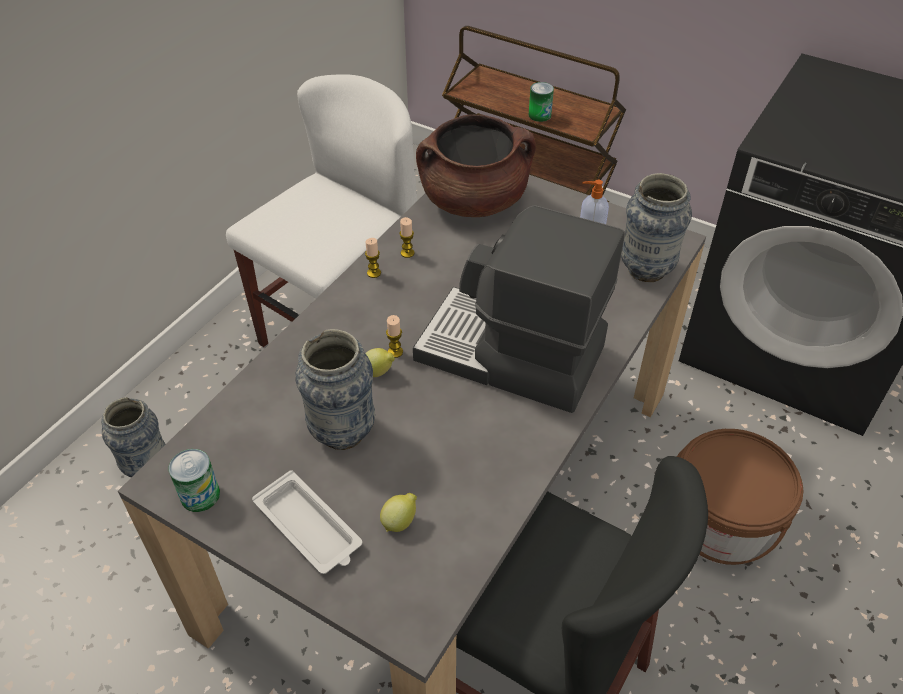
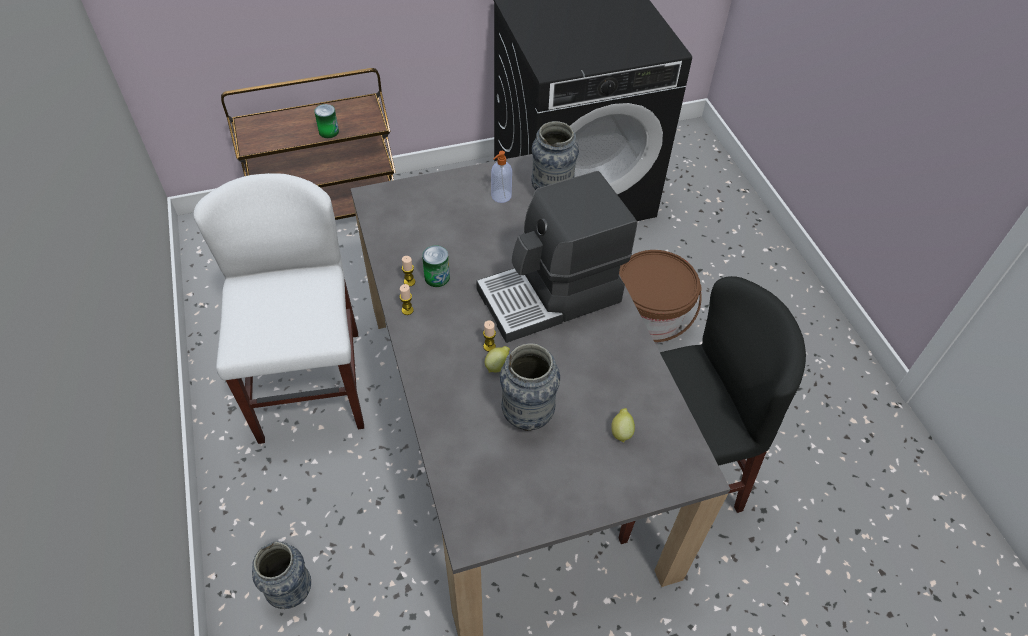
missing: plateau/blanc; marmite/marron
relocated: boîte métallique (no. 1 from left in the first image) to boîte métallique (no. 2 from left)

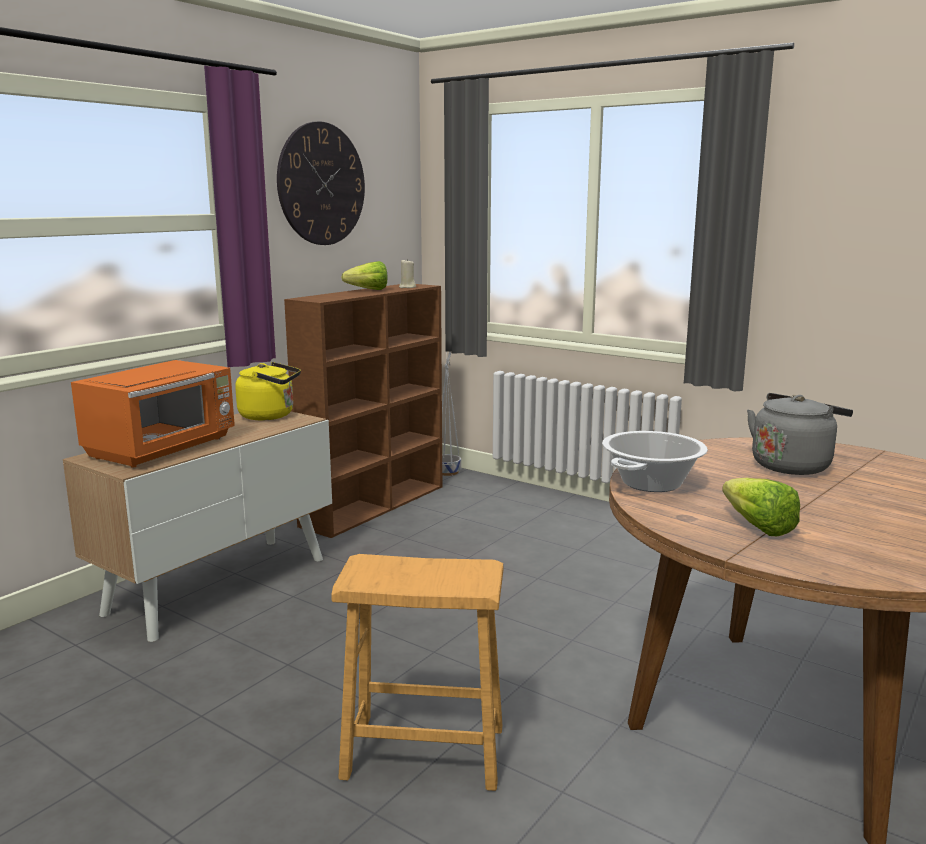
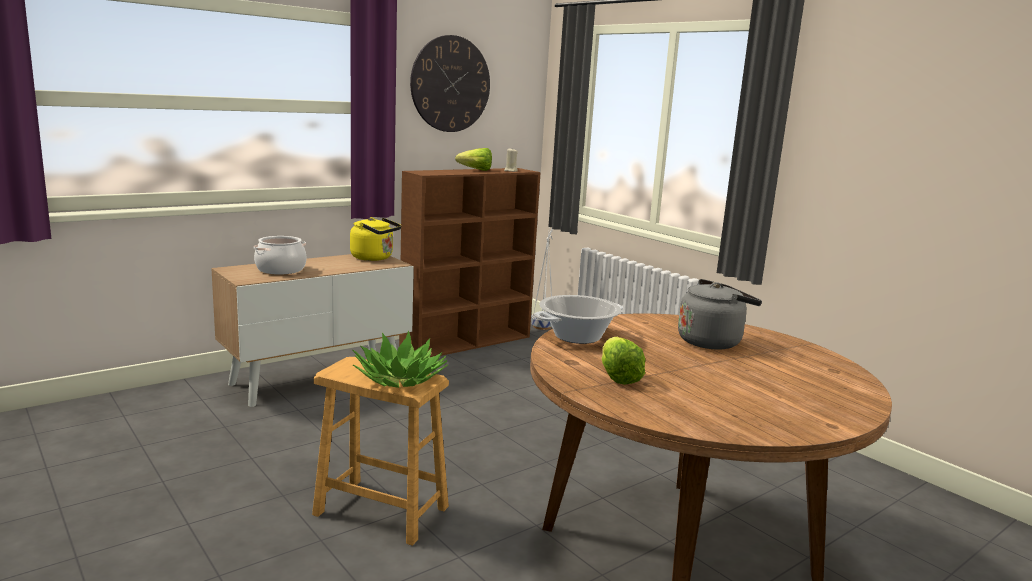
appeared: plante en pot
exchanged: micro-ondes/orange to marmite (no. 1 from left)

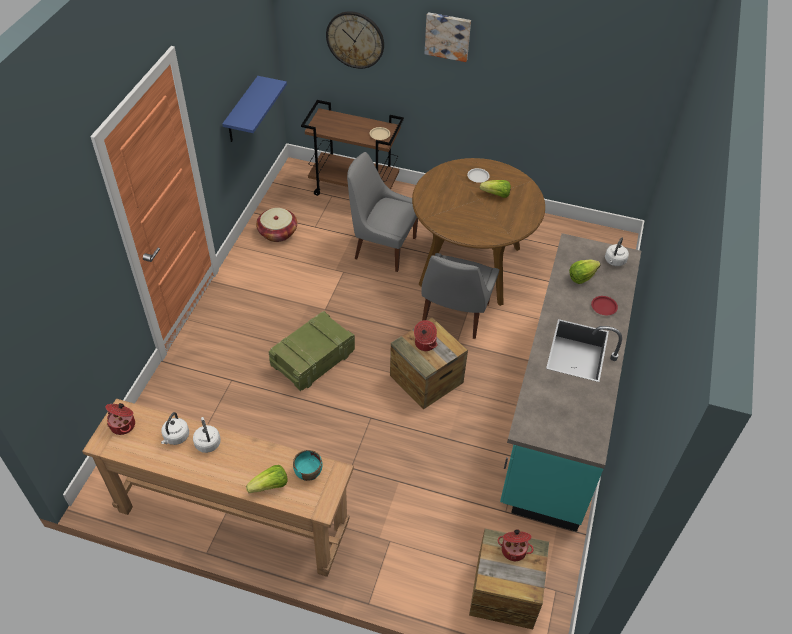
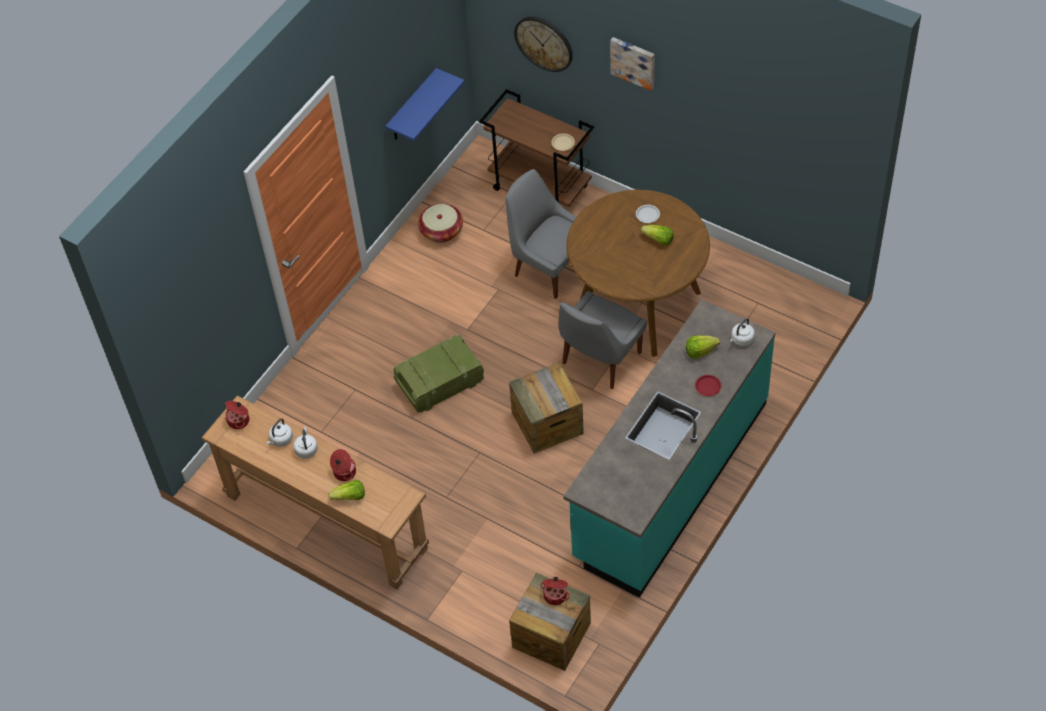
missing: bol/turquoise
relocated: marmite (no. 2 from left)

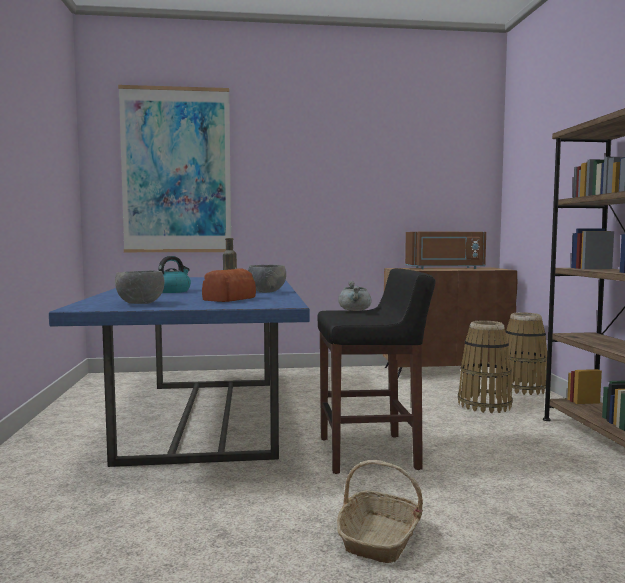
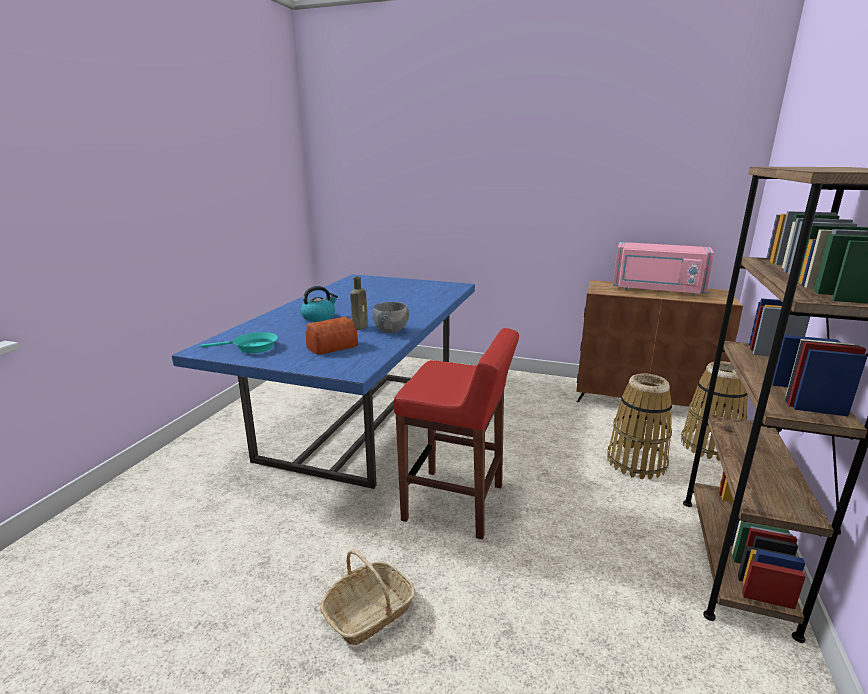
missing: tableau; marmite/gris
exchanged: bol/gris (no. 1 from left) to poêle/turquoise
colour: tabouret/noir to tabouret/rouge; micro-ondes/marron to micro-ondes/rose

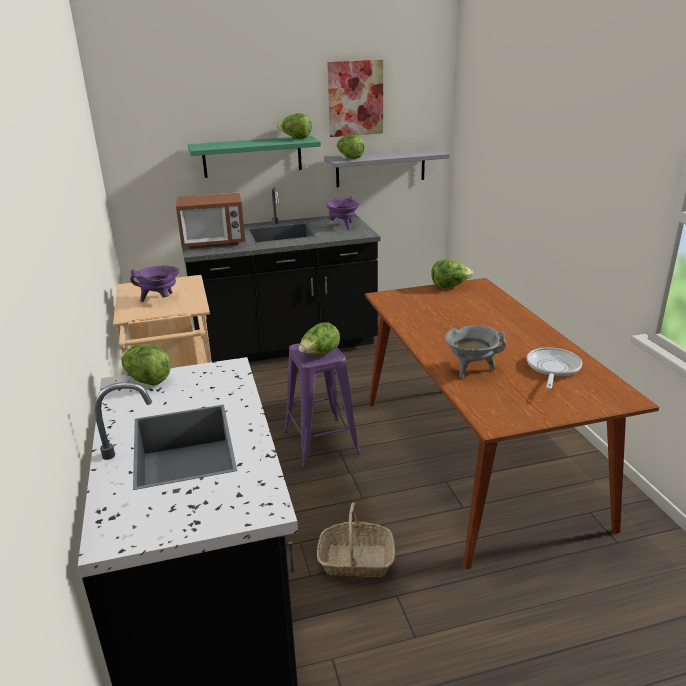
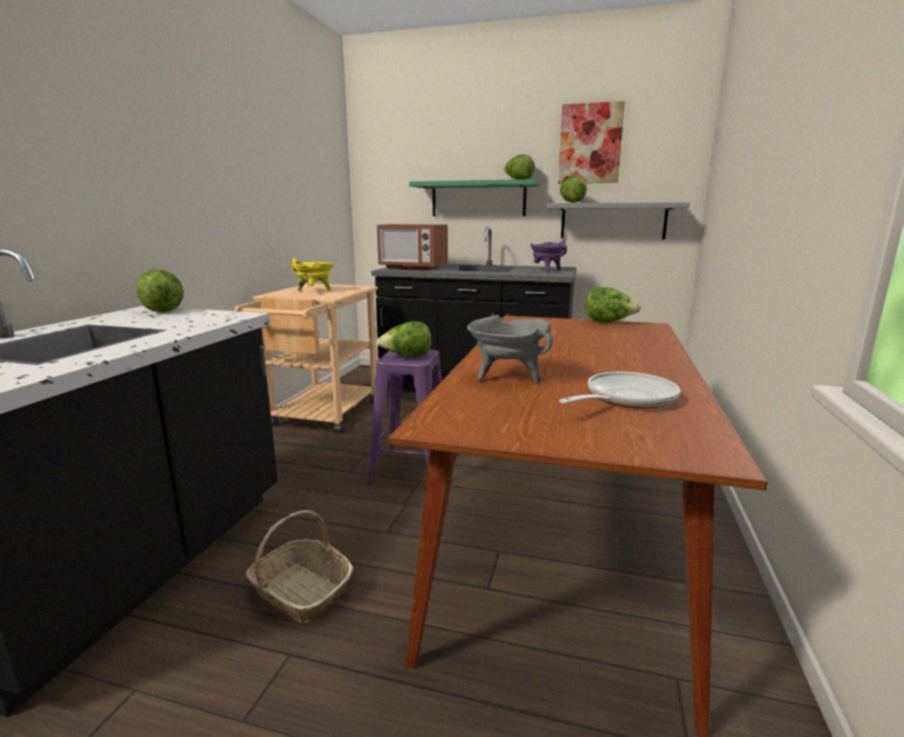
colour: marmite/violet (no. 1 from left) to marmite/jaune

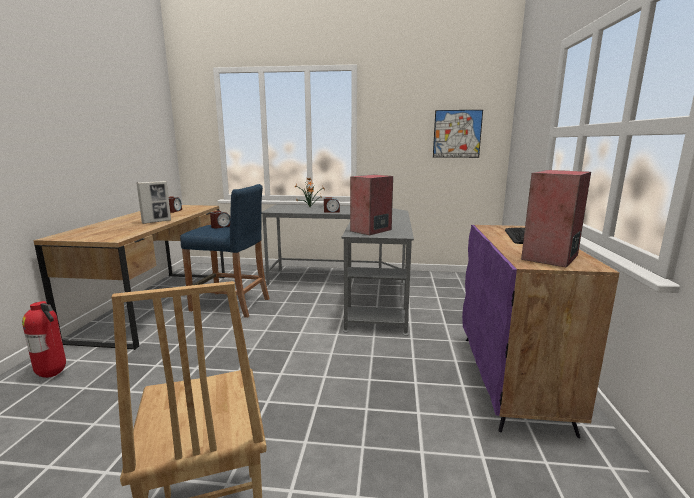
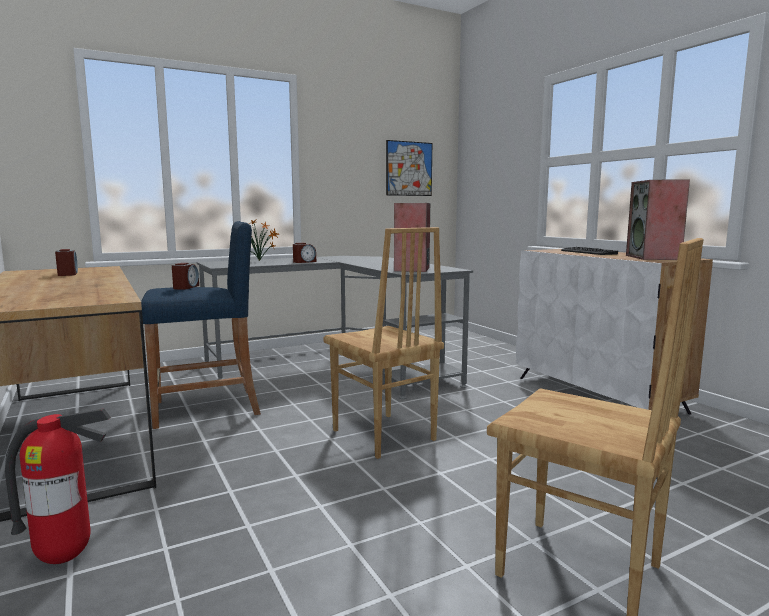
missing: cadre photo
appeared: chaise/marron (no. 1 from left)
colour: meuble de rangement/violet to meuble de rangement/blanc

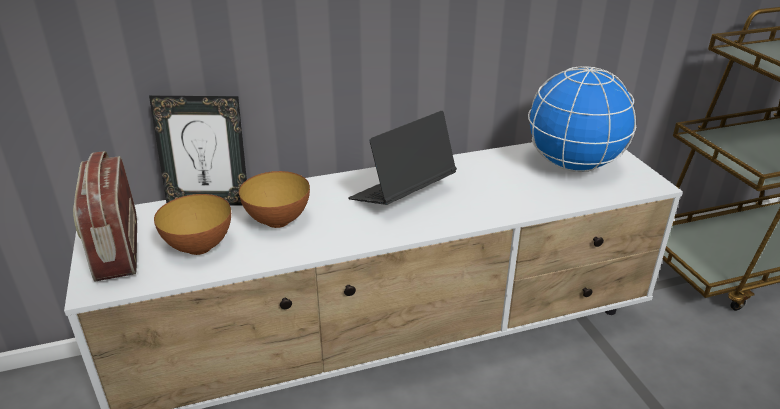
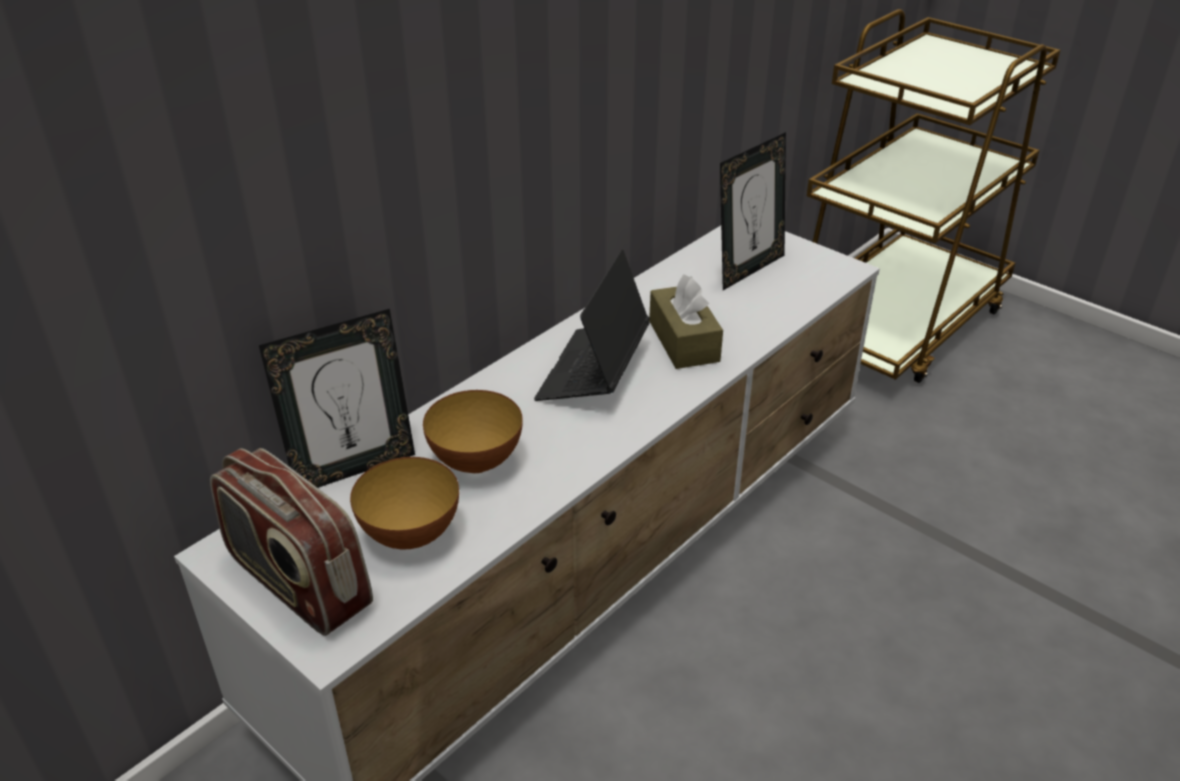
appeared: boîte à mouchoirs/marron
exchanged: globe to cadre photo (no. 2 from left)

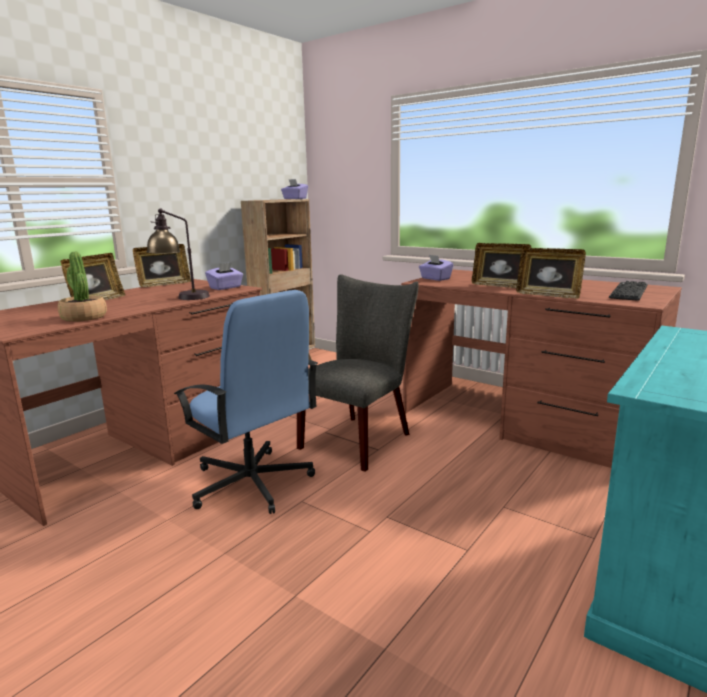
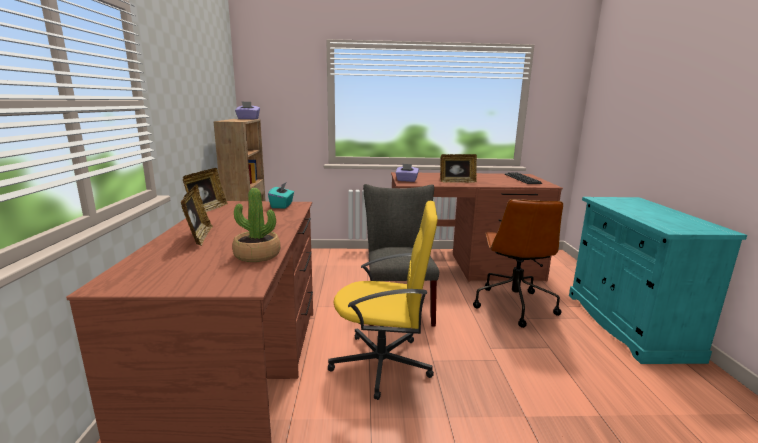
missing: lampe de table; cadre photo (no. 4 from left)
appeared: chaise de bureau/marron
colour: chaise de bureau/bleu to chaise de bureau/jaune; boîte à mouchoirs/violet (no. 1 from left) to boîte à mouchoirs/turquoise

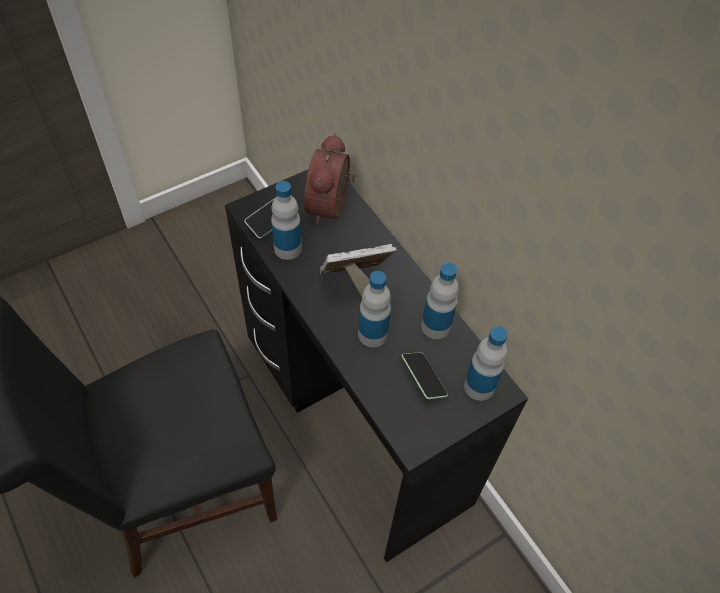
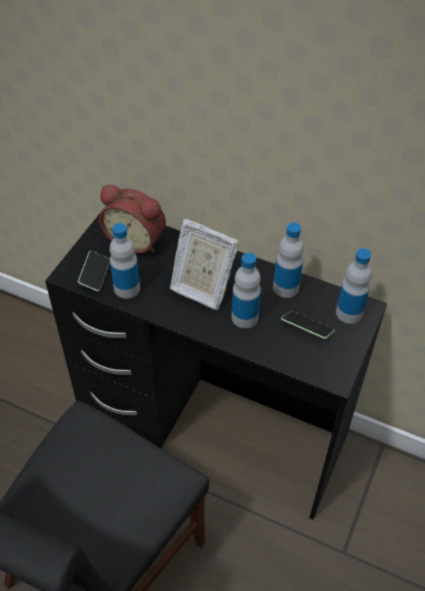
spun: réveil 45 degrees counterclockwise; cadre photo 105 degrees counterclockwise

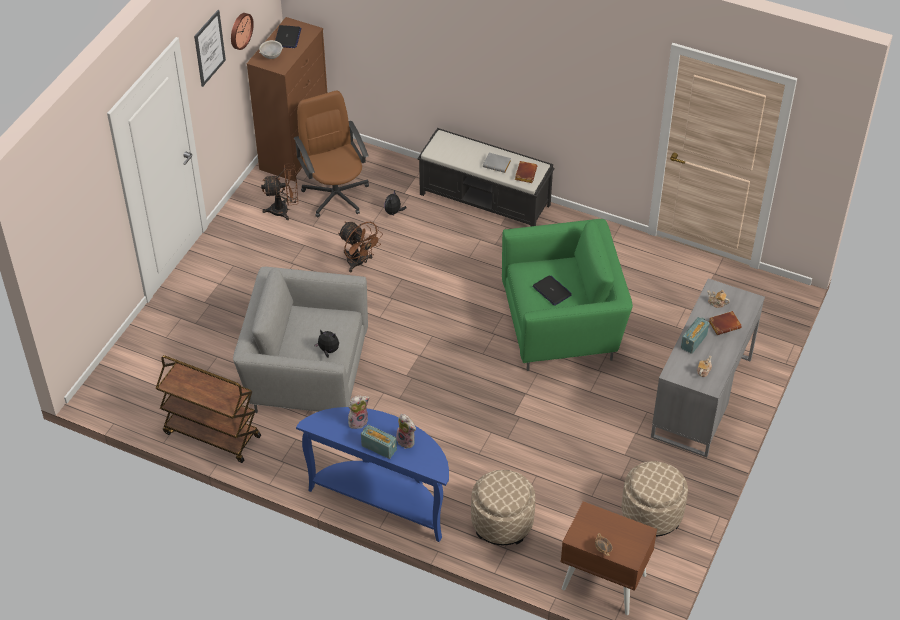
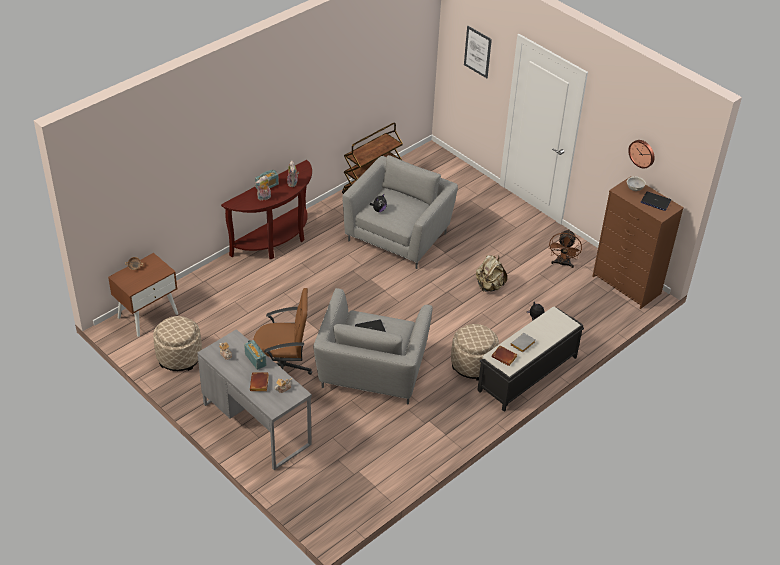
relocated: tableau; chaise de bureau/marron; pouf/beige (no. 1 from left in the first image) to pouf/beige (no. 2 from left)
exchanged: ventilateur/marron (no. 2 from left) to sac à dos/beige
colour: table console/bleu to table console/marron; fauteuil/vert to fauteuil/gris (no. 1 from left)

